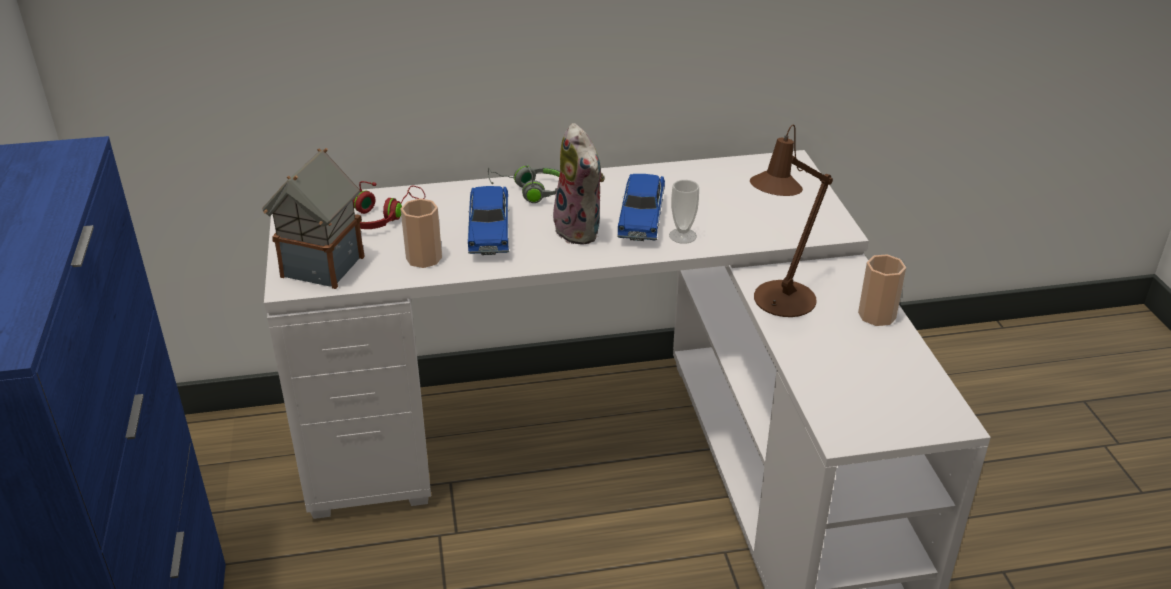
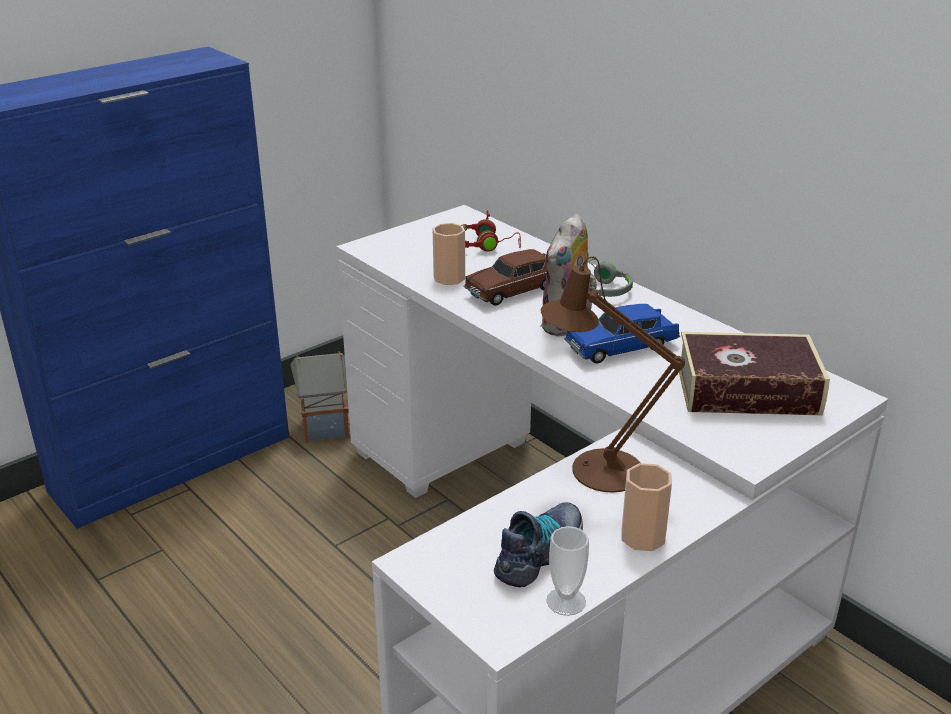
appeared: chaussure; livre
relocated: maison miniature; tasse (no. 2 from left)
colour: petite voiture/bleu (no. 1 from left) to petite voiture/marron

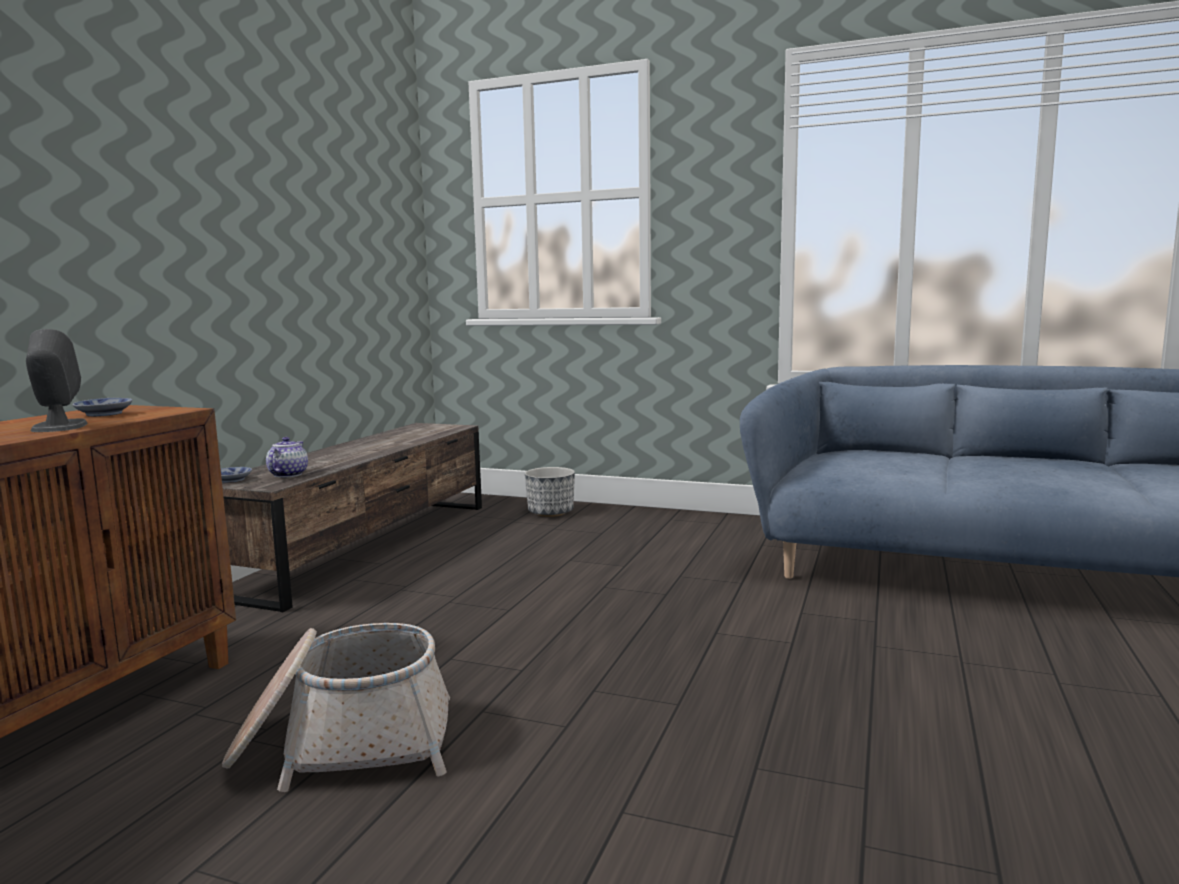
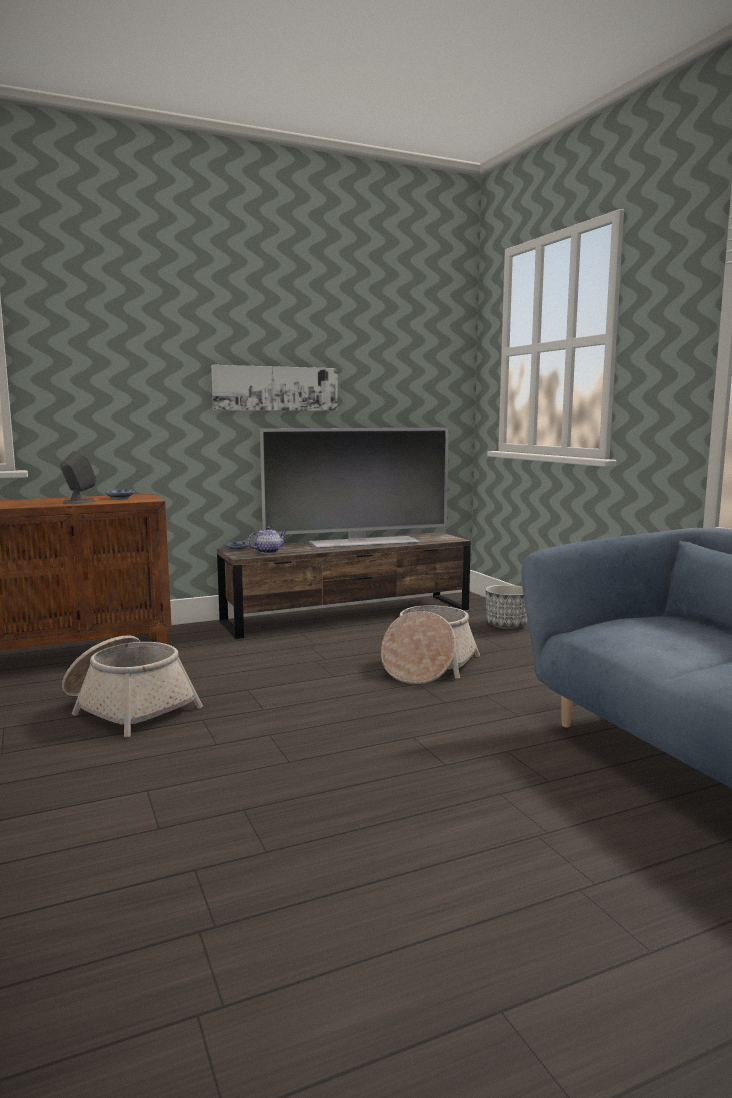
appeared: tableau; téléviseur; panier (no. 2 from left)

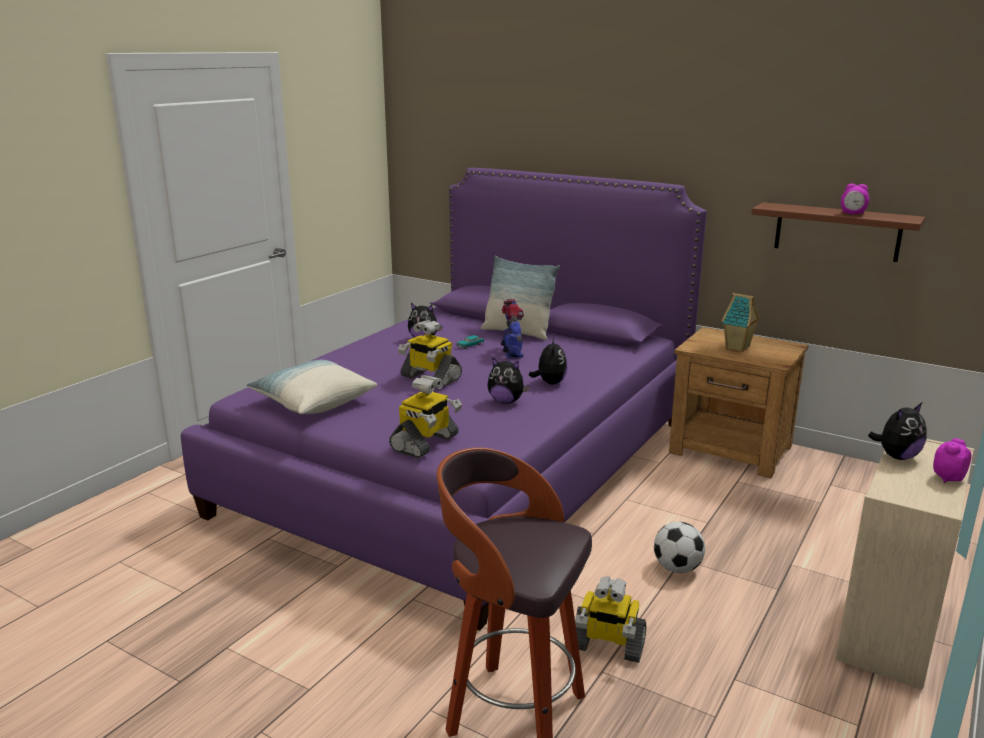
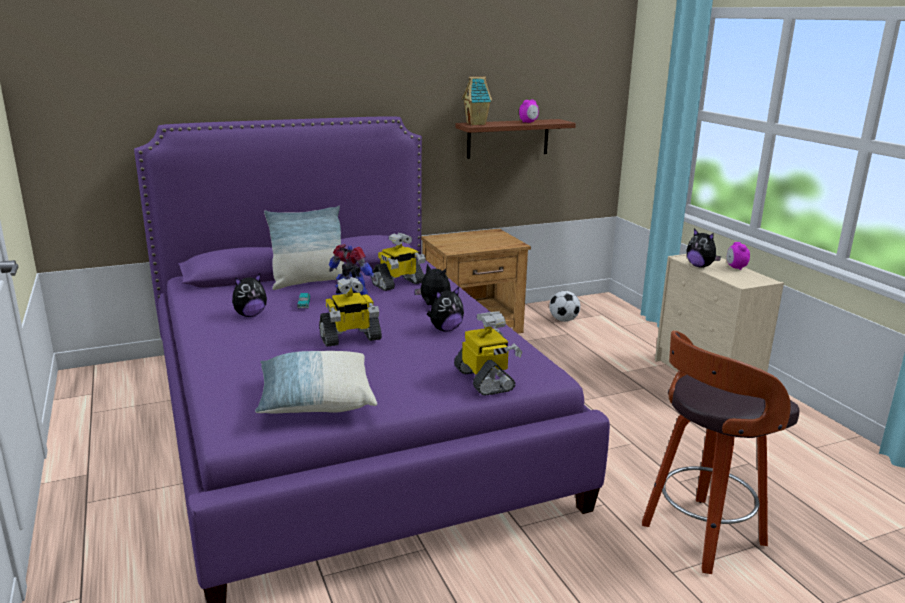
relocated: robot jouet (no. 4 from left in the first image) to robot jouet (no. 3 from left); ballon de foot; maison miniature
spun: peluche (no. 4 from left) 135 degrees clockwise

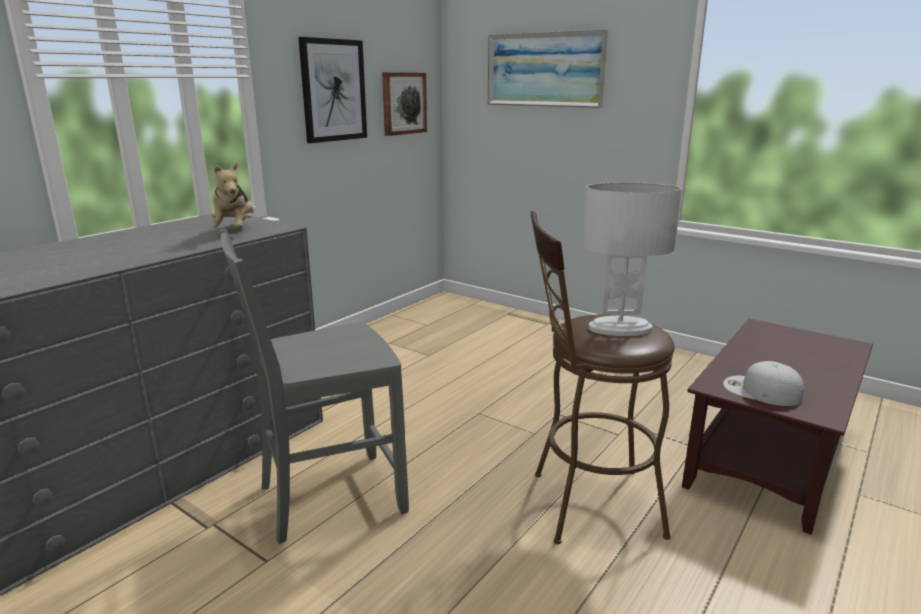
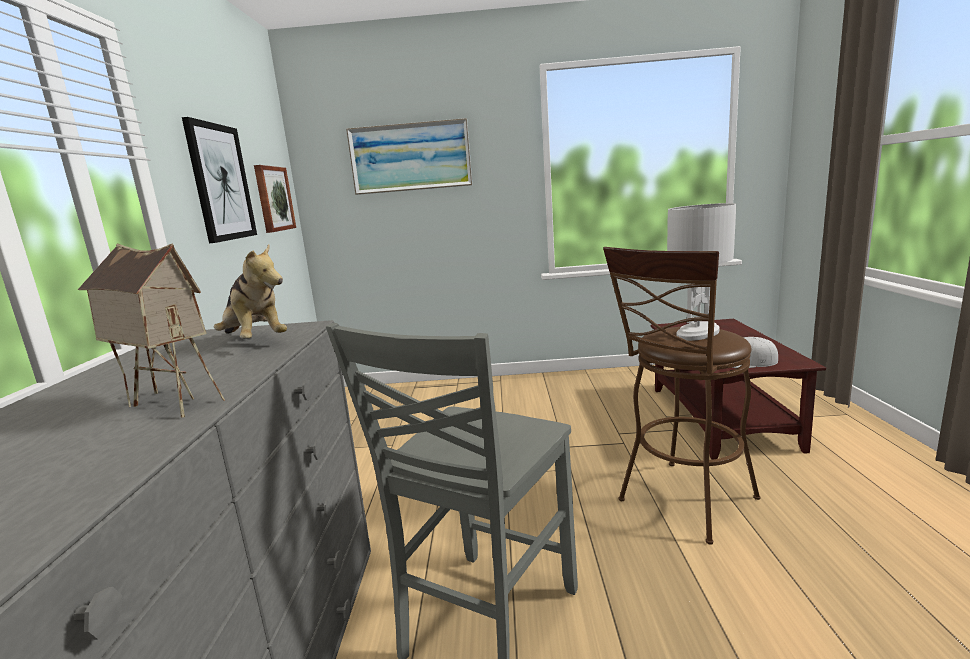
appeared: maison miniature

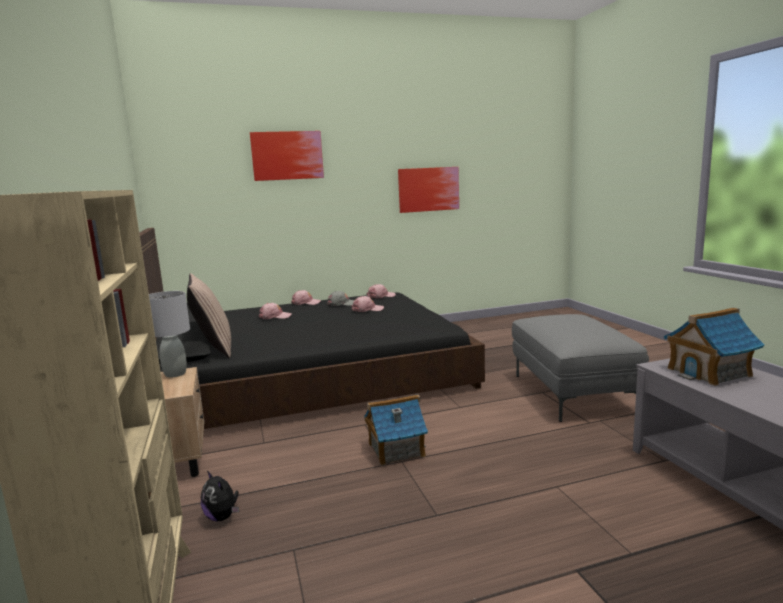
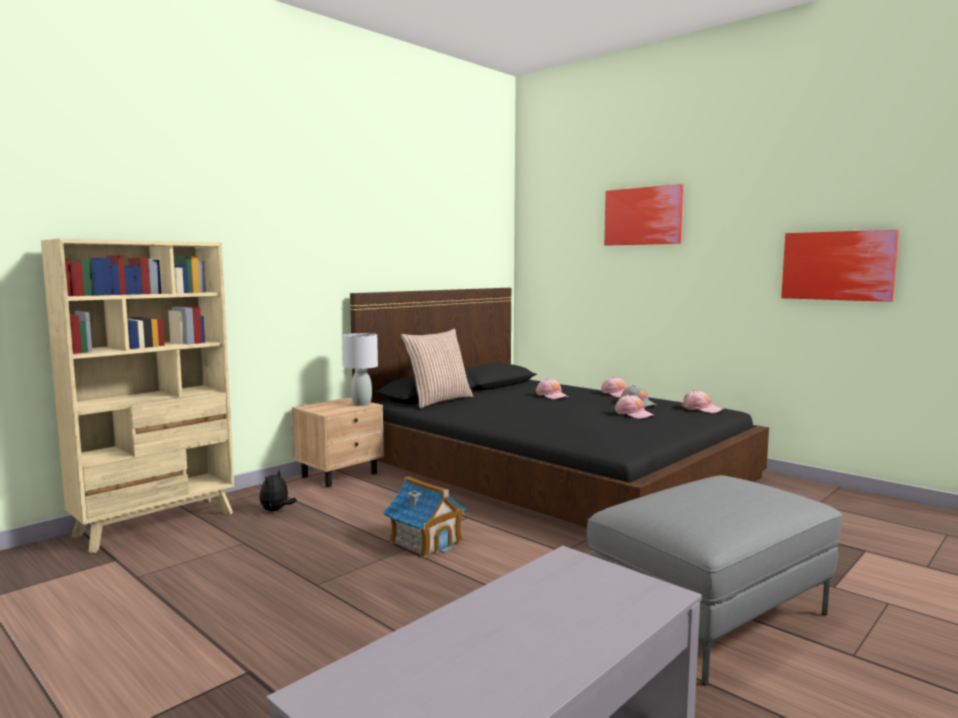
missing: maison miniature (no. 2 from left)

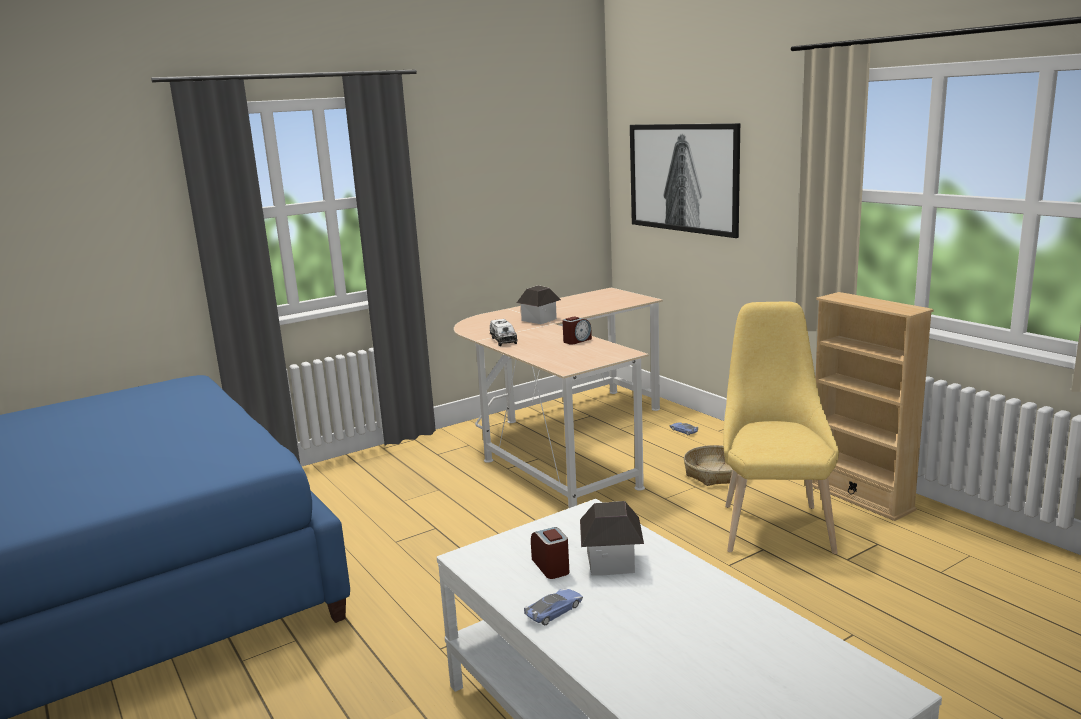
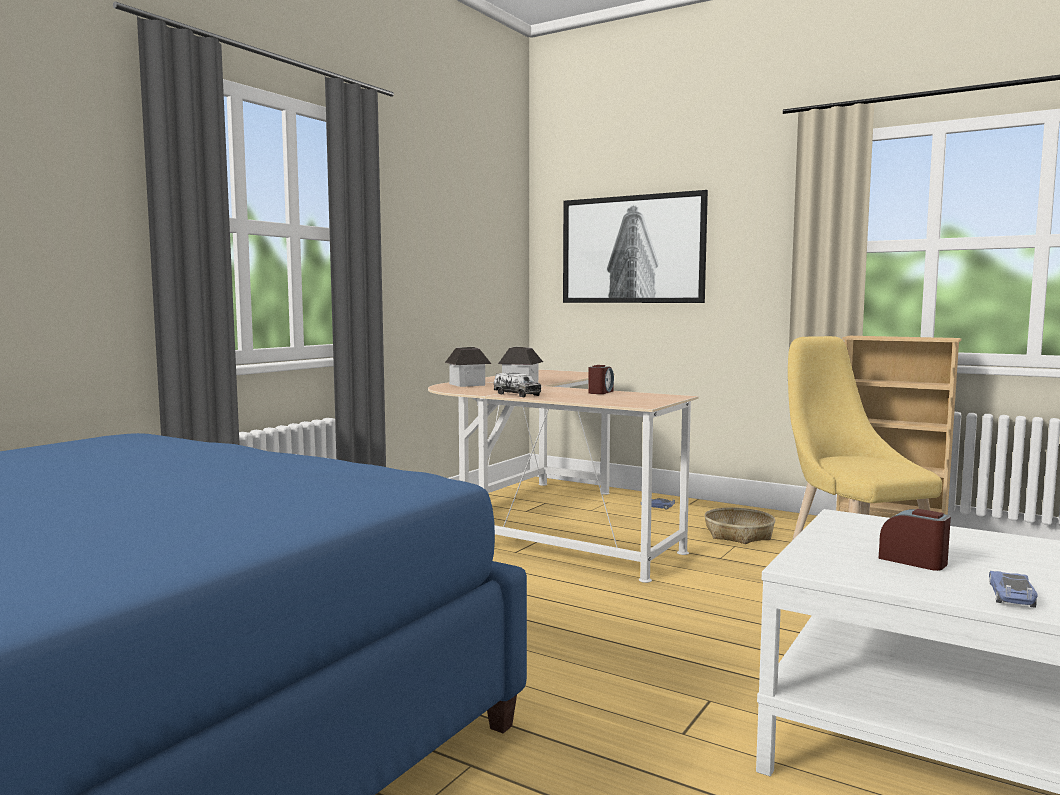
relocated: maison miniature (no. 2 from left in the first image) to maison miniature (no. 1 from left)

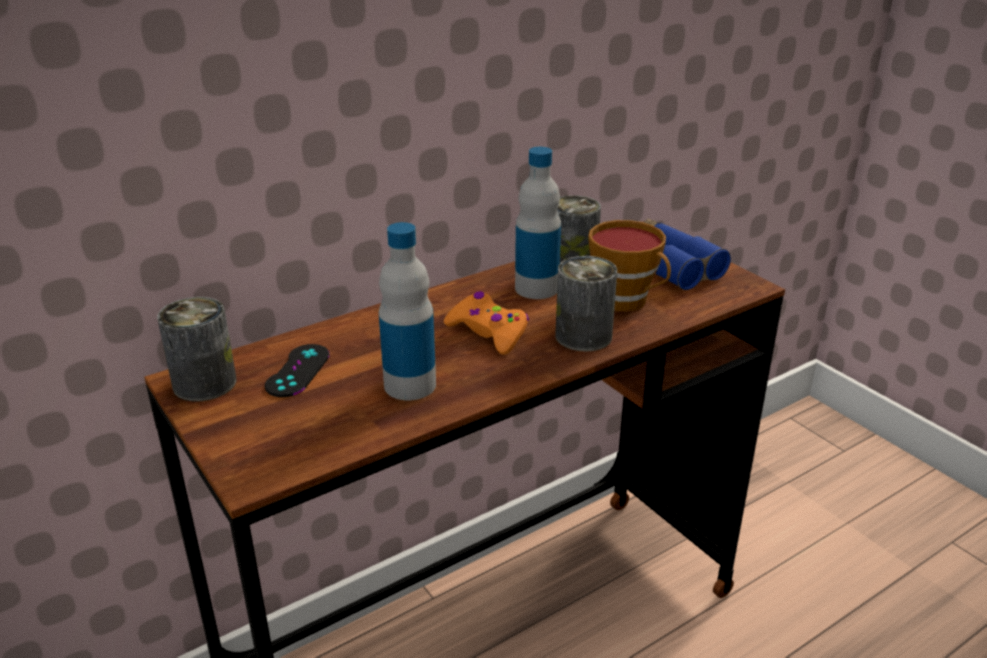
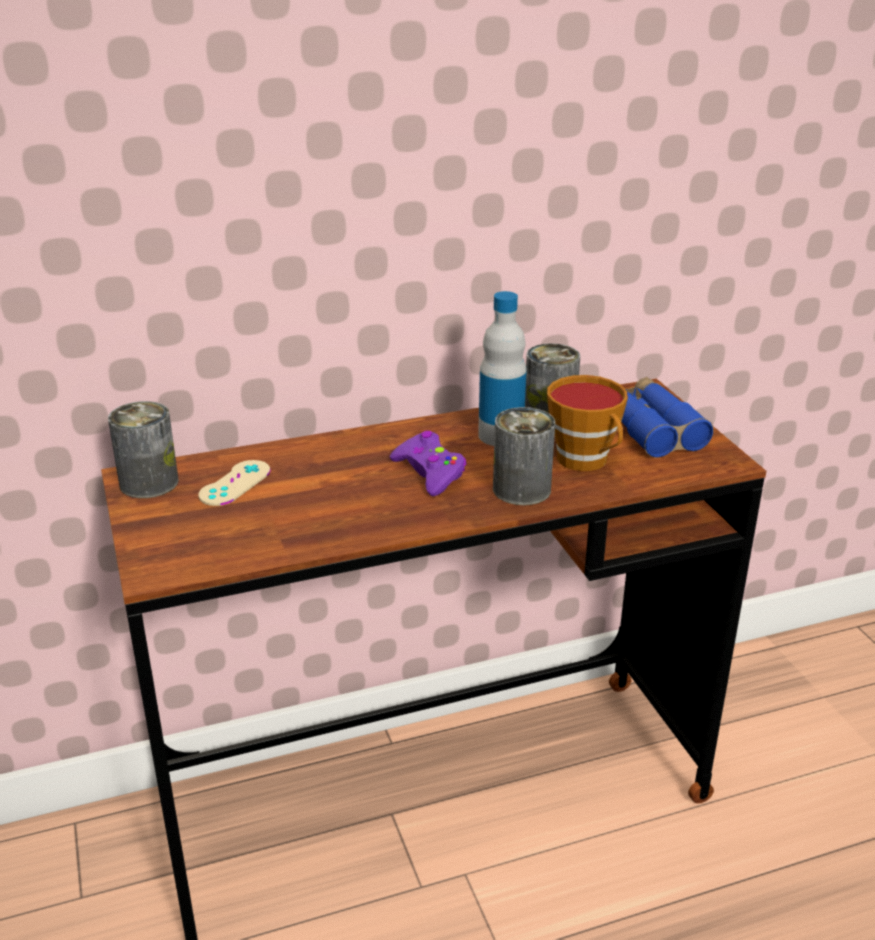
missing: bouteille (no. 1 from left)
colour: manette/noir to manette/beige; manette/orange to manette/violet

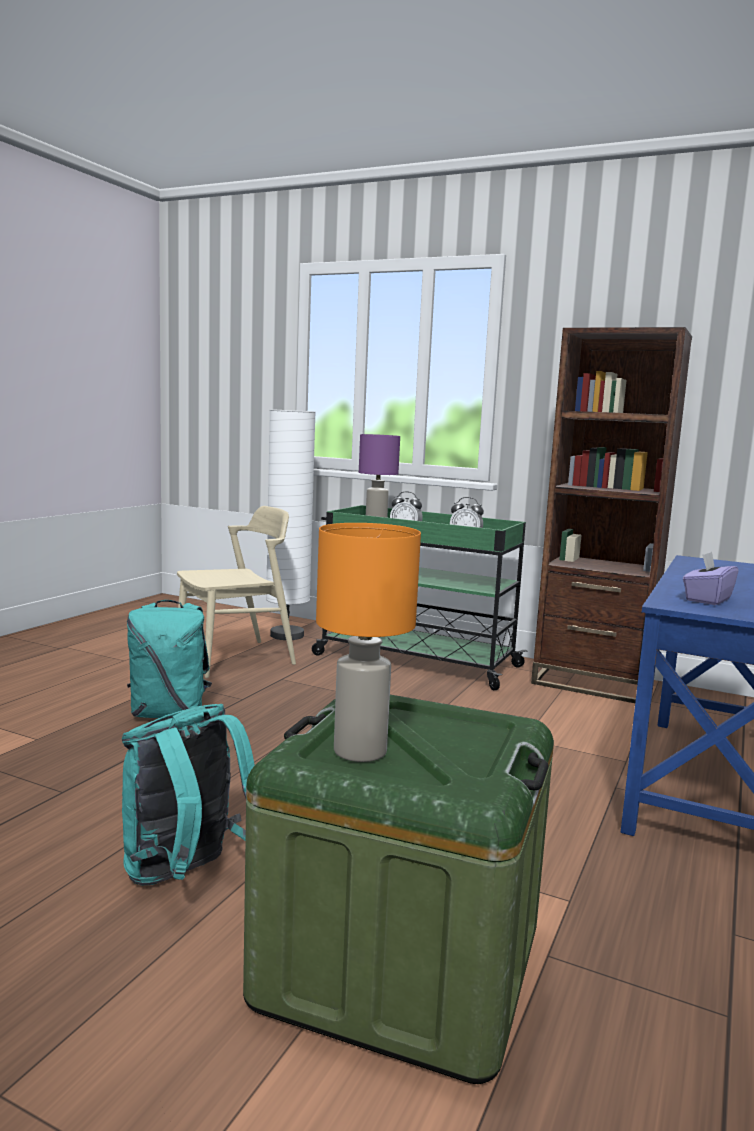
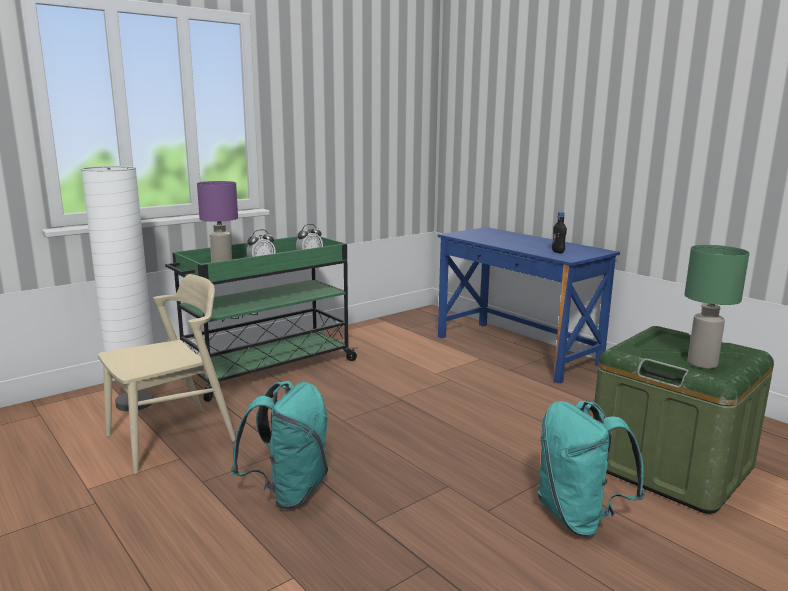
missing: bibliothèque/marron
exchanged: boîte à mouchoirs/violet to bouteille/noir
colour: lampe de table/orange to lampe de table/vert
spun: chaise/beige 60 degrees clockwise

